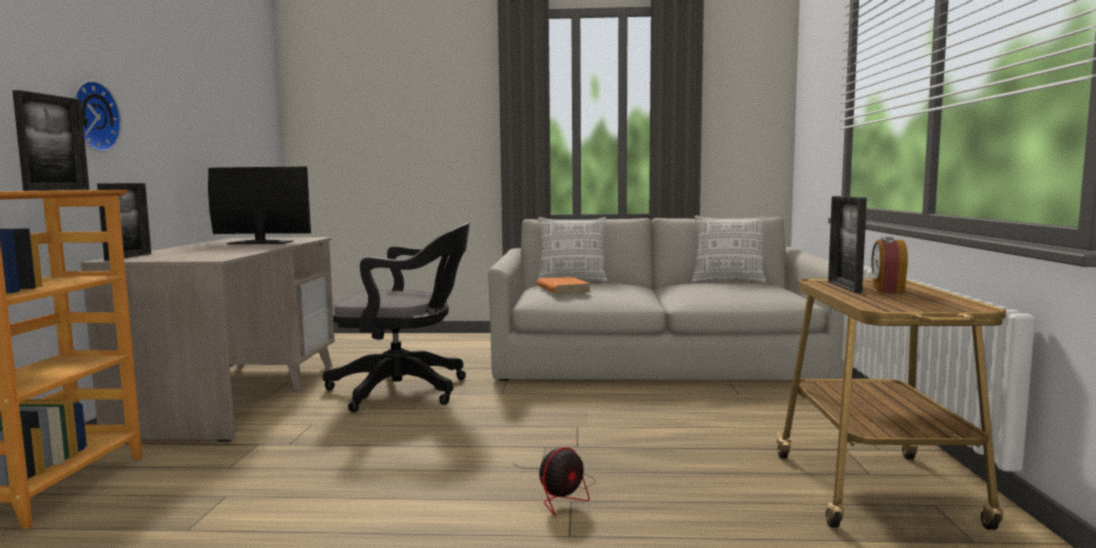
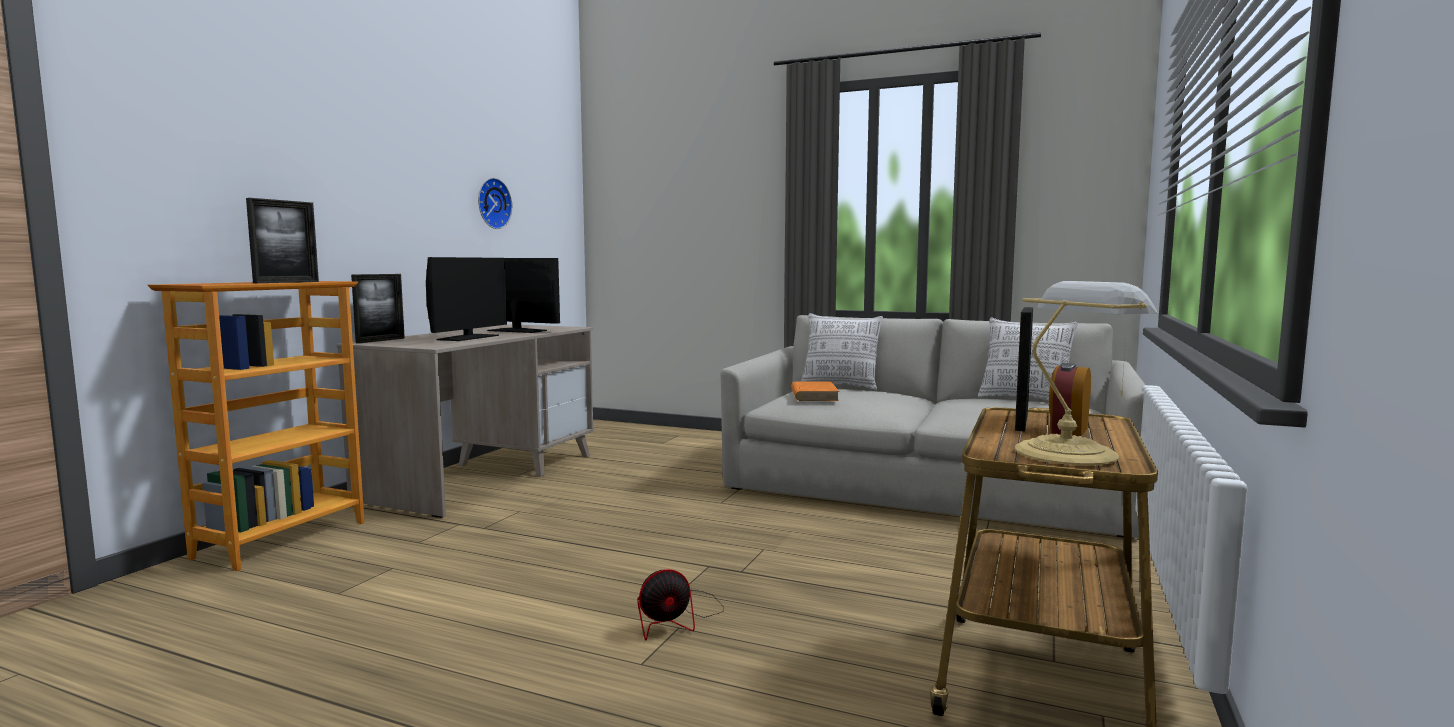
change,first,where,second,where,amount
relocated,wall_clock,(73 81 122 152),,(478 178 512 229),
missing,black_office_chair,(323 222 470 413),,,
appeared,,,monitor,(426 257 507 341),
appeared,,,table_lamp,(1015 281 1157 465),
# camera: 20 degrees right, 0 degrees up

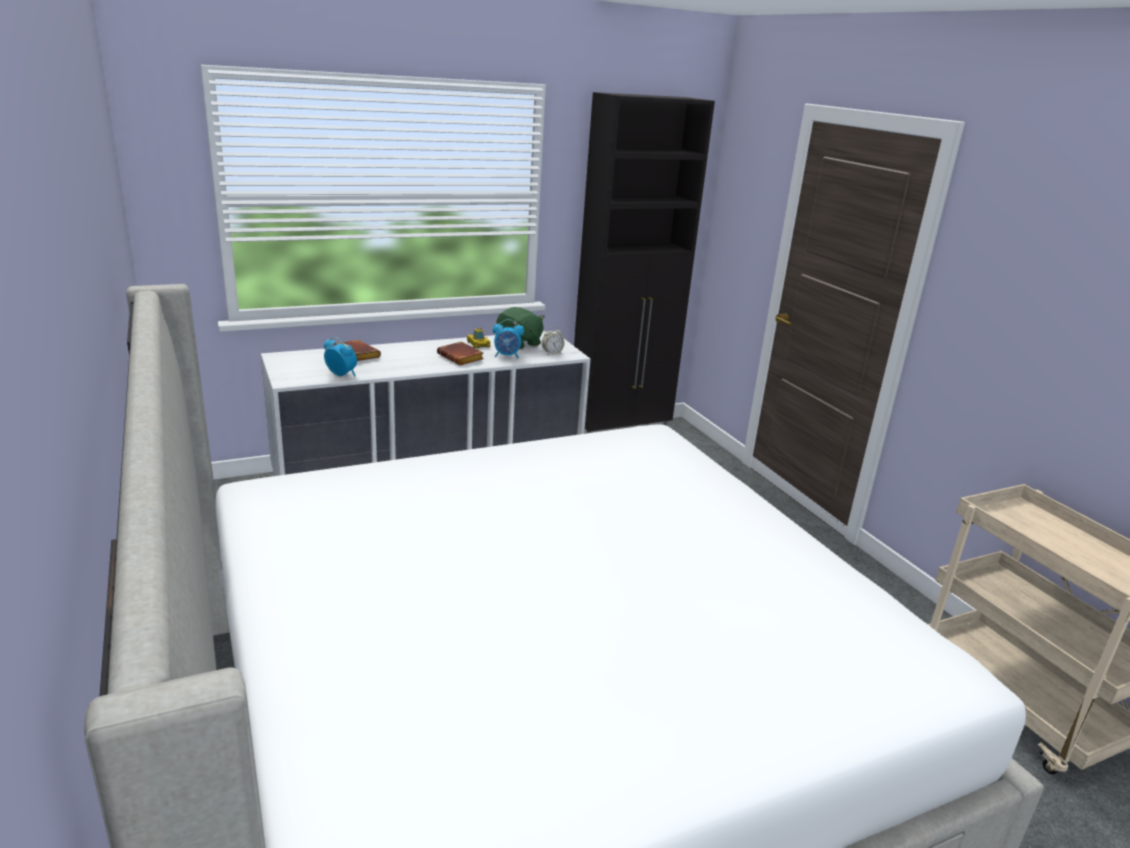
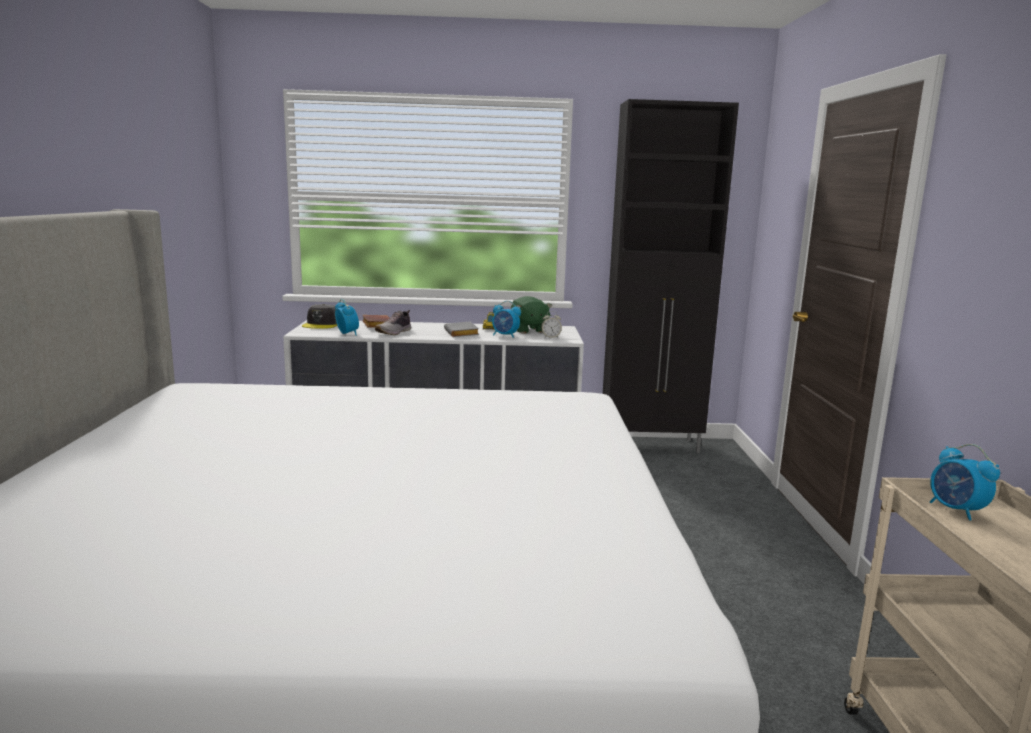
change,first,where,second,where,amount
colour,brown_book,(437 341 484 365),grey_book,(444 322 479 337),
appeared,,,grey_cap,(302 304 338 329),
appeared,,,shoe,(375 310 411 335),
appeared,,,alarm_clock,(930 444 1000 521),
# camera: 25 degrees right, 10 degrees down

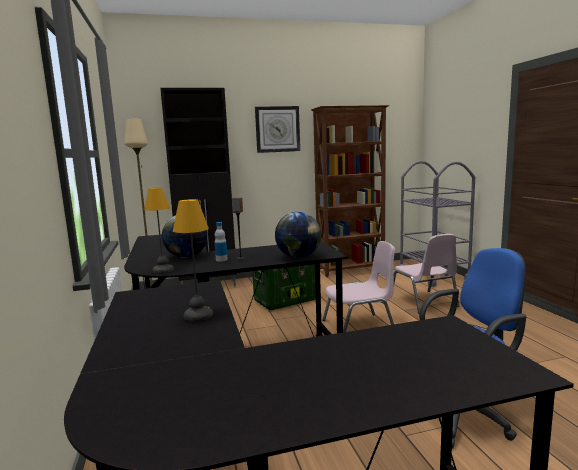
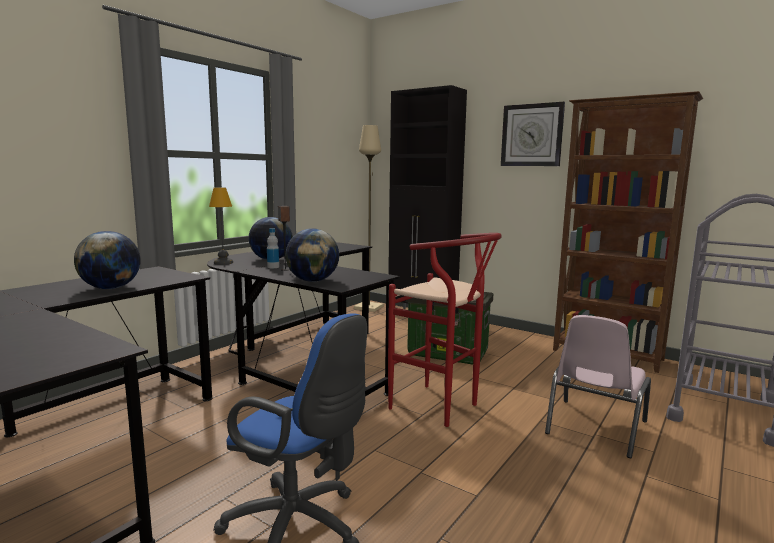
change,first,where,second,where,amount
exchanged,table_lamp,(173 199 213 322),globe,(74 231 141 289),
exchanged,pink_chair,(323 241 395 332),red_stool,(388 233 502 427),
# camera: 50 degrees right, 0 degrees up

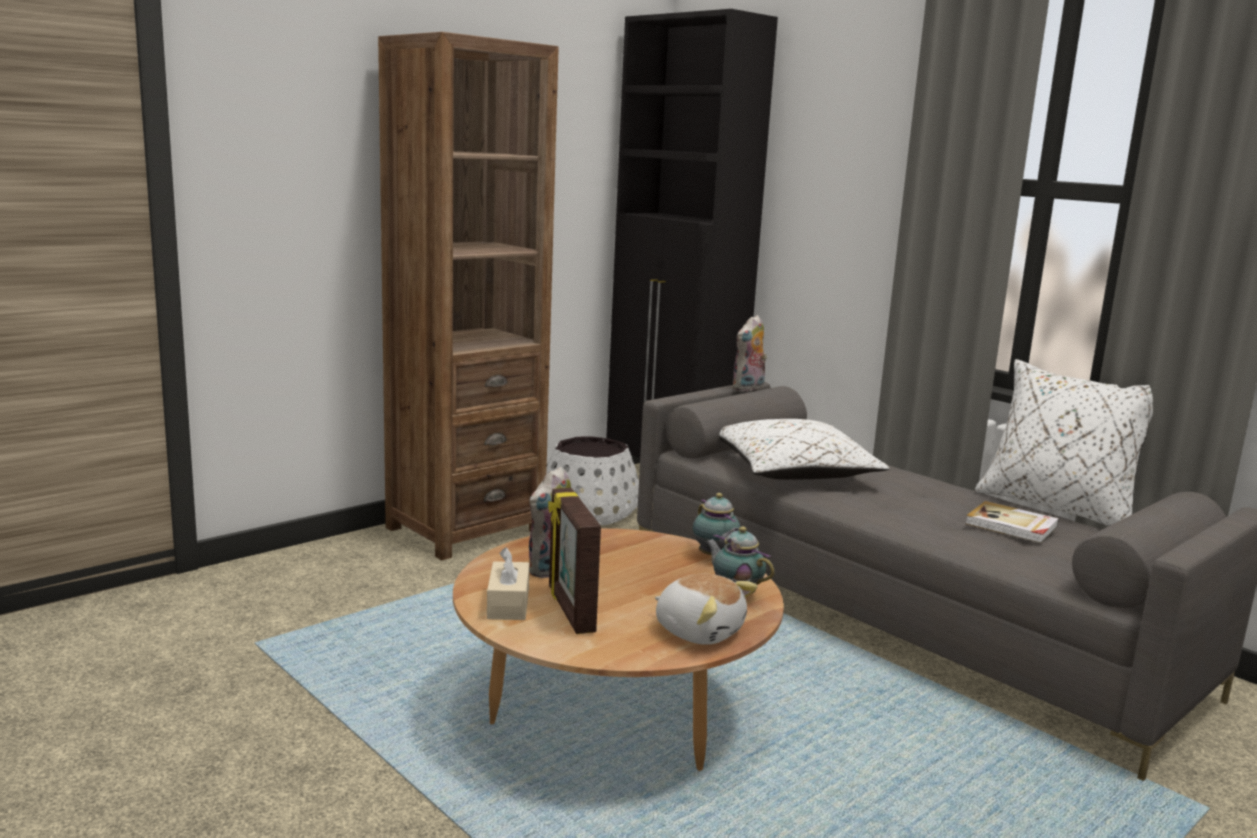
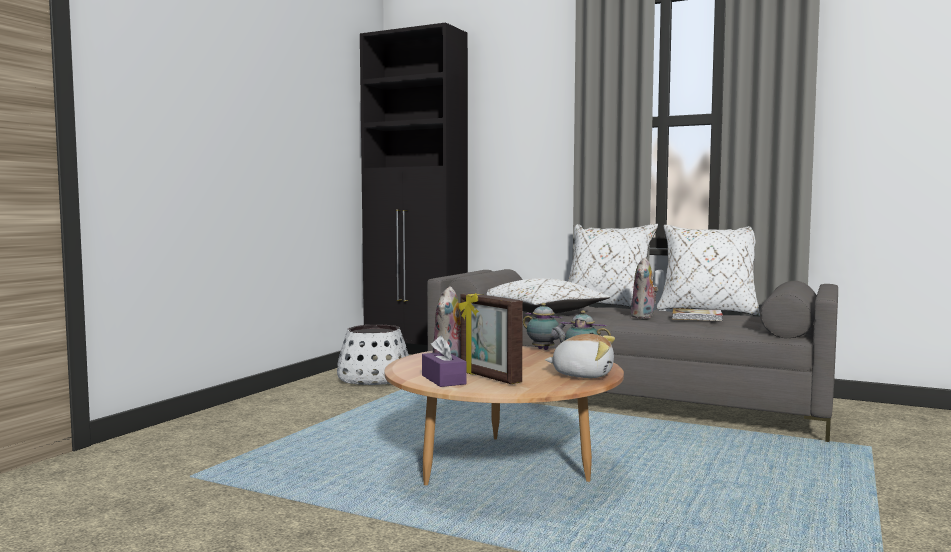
change,first,where,second,where,amount
missing,brown_bookcase,(378 32 559 560),,,
relocated,plush_toy,(733 315 767 391),,(631 257 659 319),
colour,beige_tissue_box,(487 547 530 620),purple_tissue_box,(422 335 467 387),
appeared,,,white_pillow,(568 224 658 307),
# camera: 20 degrees left, 10 degrees down

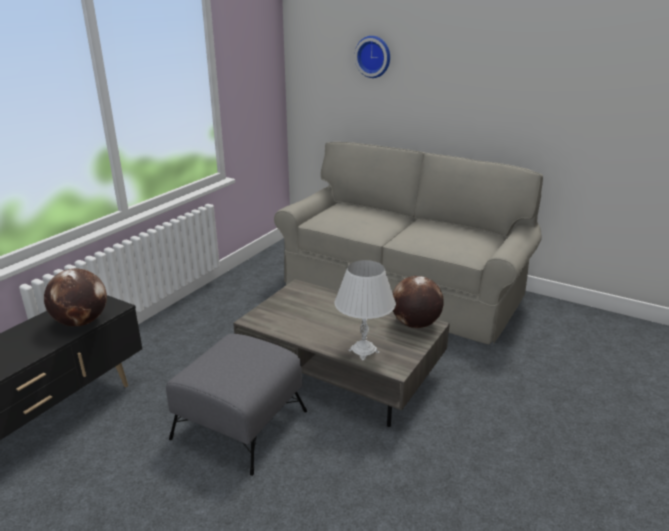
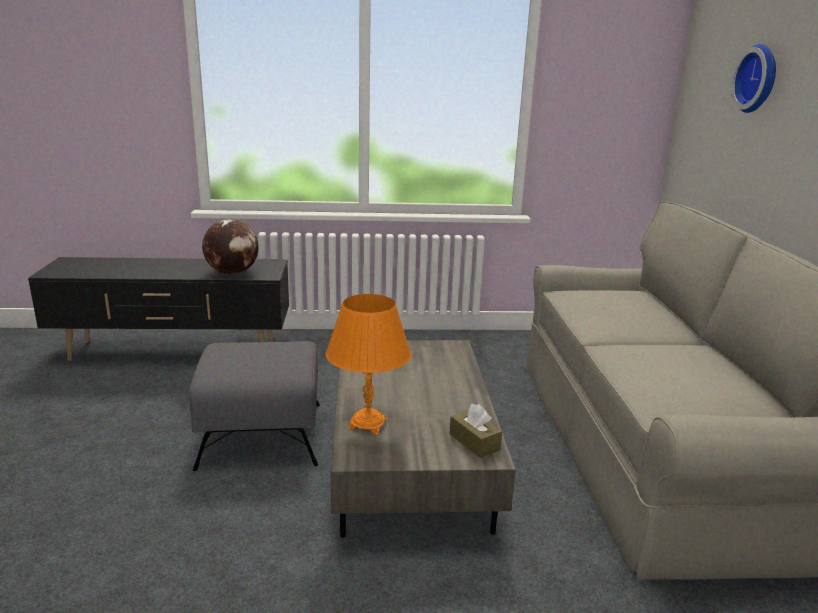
change,first,where,second,where,amount
colour,white_table_lamp,(335 260 396 361),orange_table_lamp,(326 294 411 435),
exchanged,globe,(393 276 443 328),brown_tissue_box,(449 404 502 458),
# camera: 55 degrees right, 5 degrees down

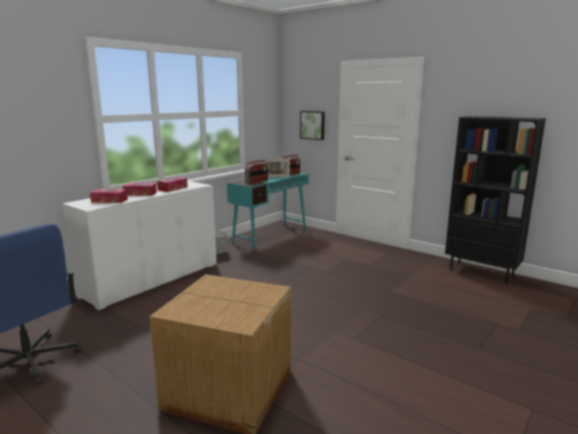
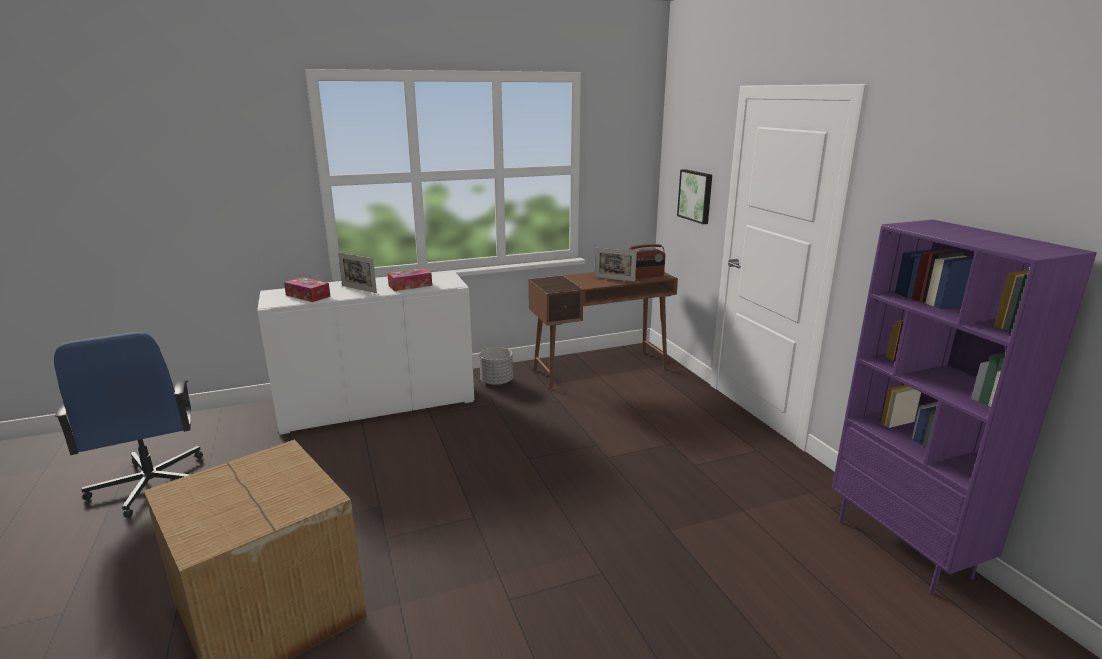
change,first,where,second,where,amount
colour,black_bookcase,(445 116 546 284),purple_bookcase,(832 220 1097 594),
missing,radio,(245 160 268 184),,,
colour,turquoise_desk,(227 173 309 250),brown_desk,(528 272 678 390),
exchanged,tissue_box,(123 183 157 196),picture_frame,(338 252 377 293),
# camera: 30 degrees right, 5 degrees up

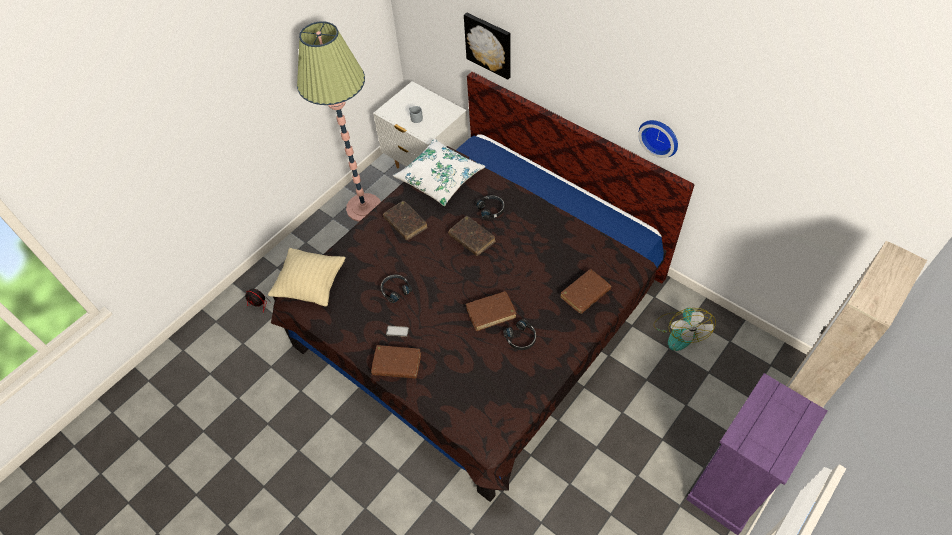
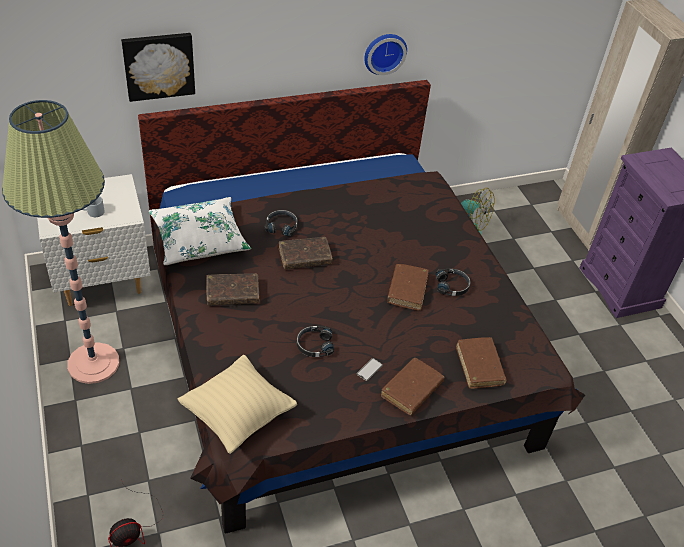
change,first,where,second,where,amount
relocated,brown_book,(561 269 611 314),,(456 337 507 389),
# camera: 65 degrees left, 10 degrees down

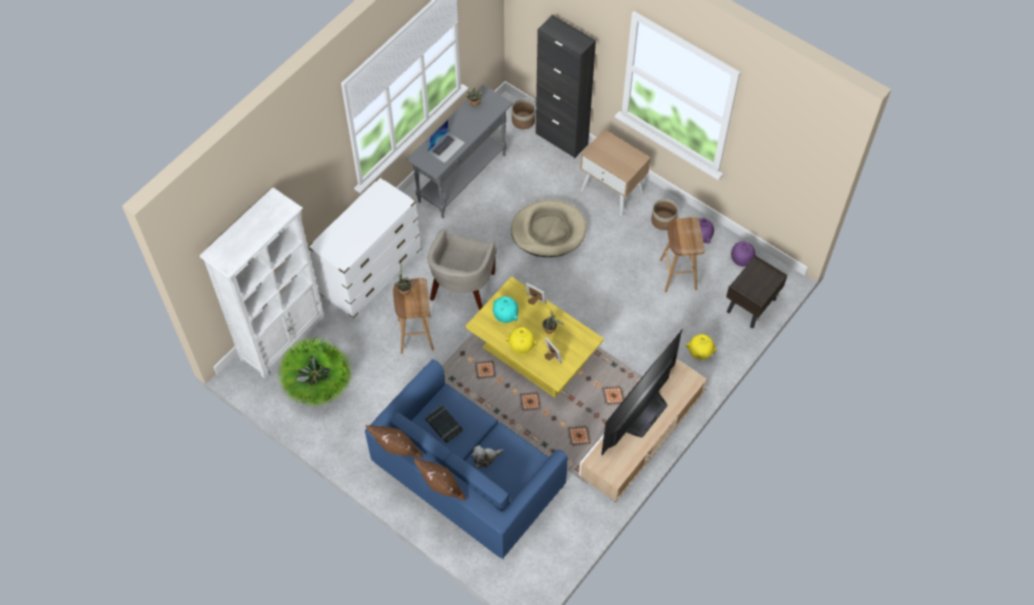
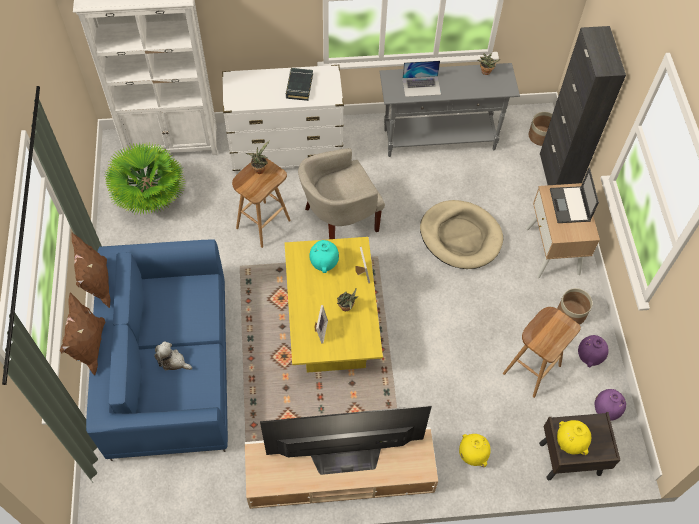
change,first,where,second,where,amount
relocated,yellow_vase,(506 327 537 355),,(557 420 591 455),
relocated,black_book,(425 405 463 443),,(286 68 313 101),
appeared,,,laptop,(550 167 599 223),
# camera: 45 degrees right, 0 degrees up

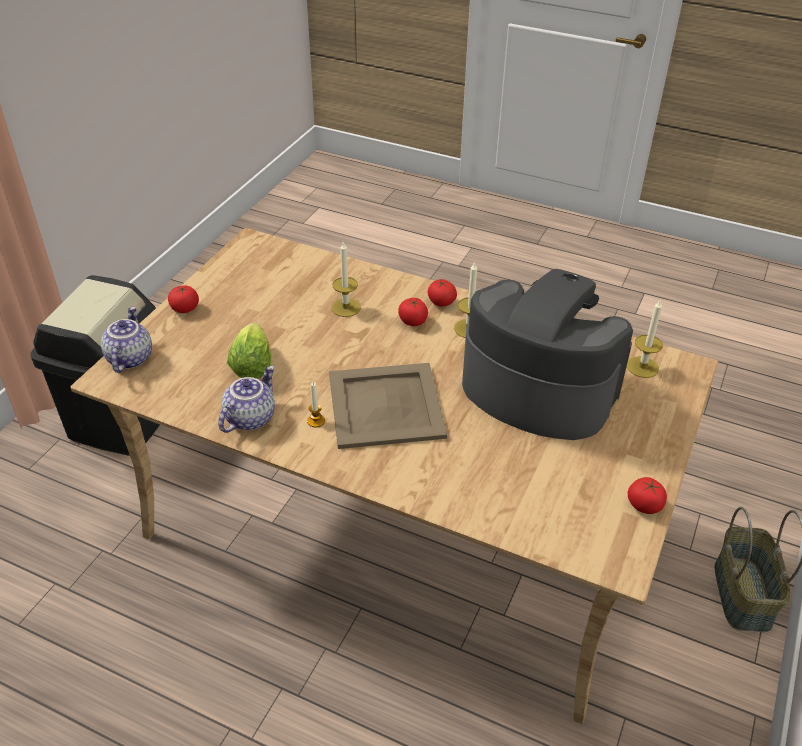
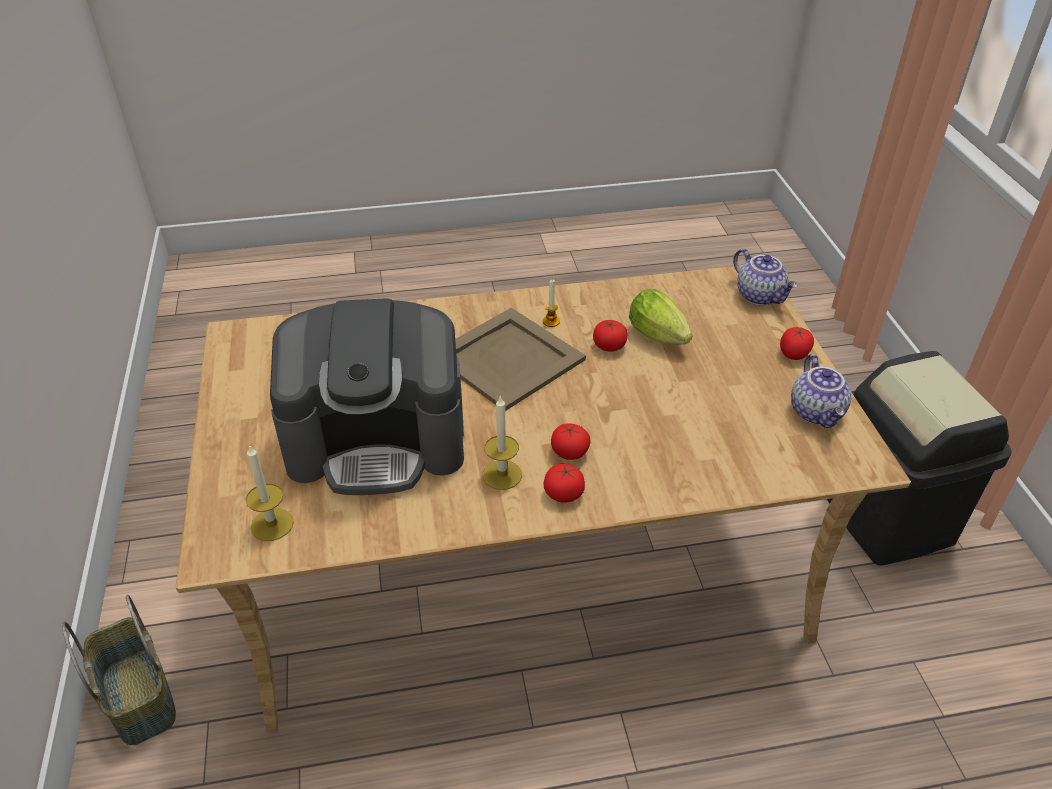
change,first,where,second,where,amount
missing,candle,(331 241 361 317),,,
relocated,teapot,(218 366 275 433),,(791 354 852 428),
relocated,tomato,(628 477 667 514),,(593 320 628 352),
# camera: 145 degrees right, 0 degrees up

